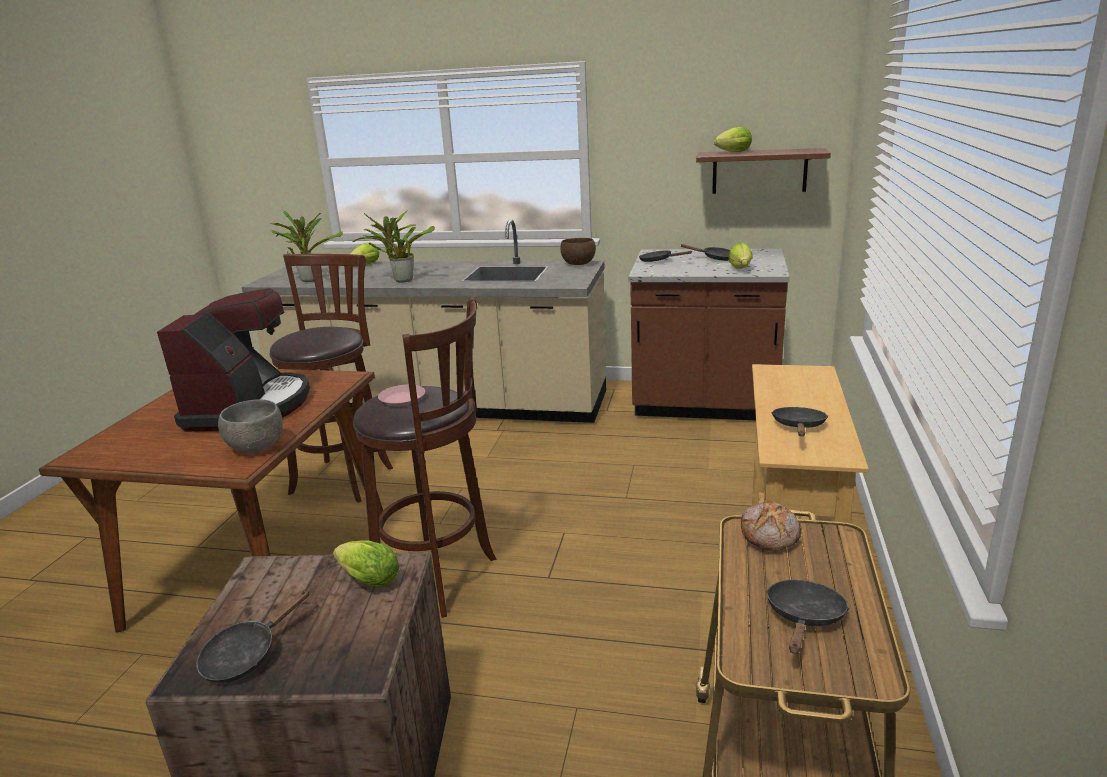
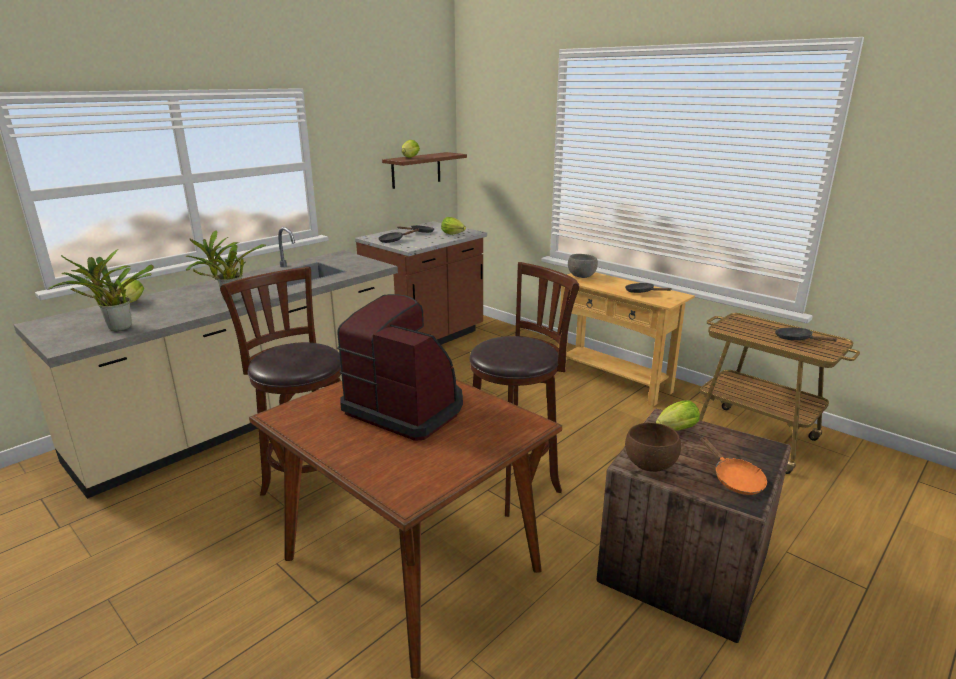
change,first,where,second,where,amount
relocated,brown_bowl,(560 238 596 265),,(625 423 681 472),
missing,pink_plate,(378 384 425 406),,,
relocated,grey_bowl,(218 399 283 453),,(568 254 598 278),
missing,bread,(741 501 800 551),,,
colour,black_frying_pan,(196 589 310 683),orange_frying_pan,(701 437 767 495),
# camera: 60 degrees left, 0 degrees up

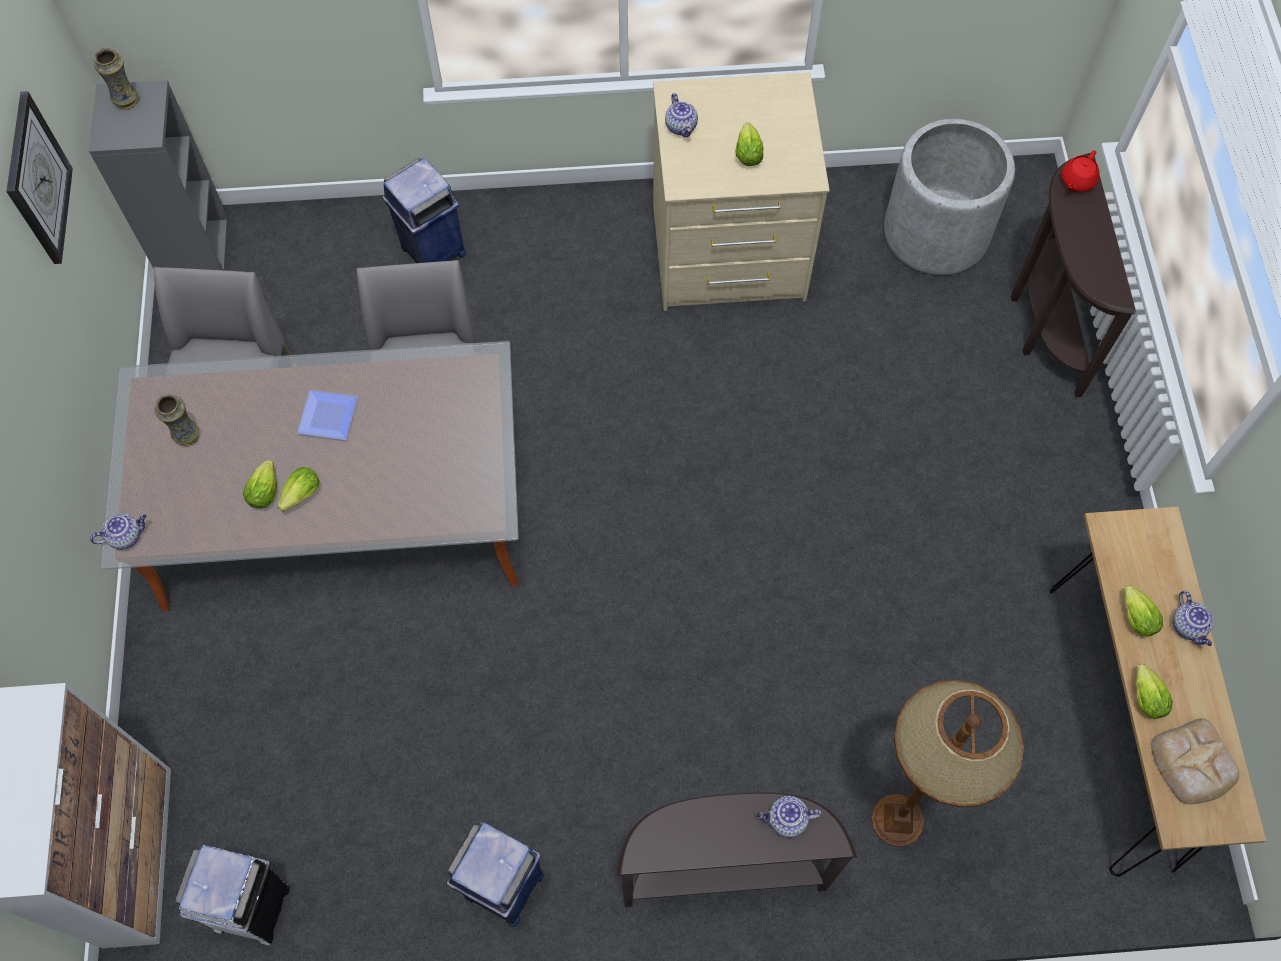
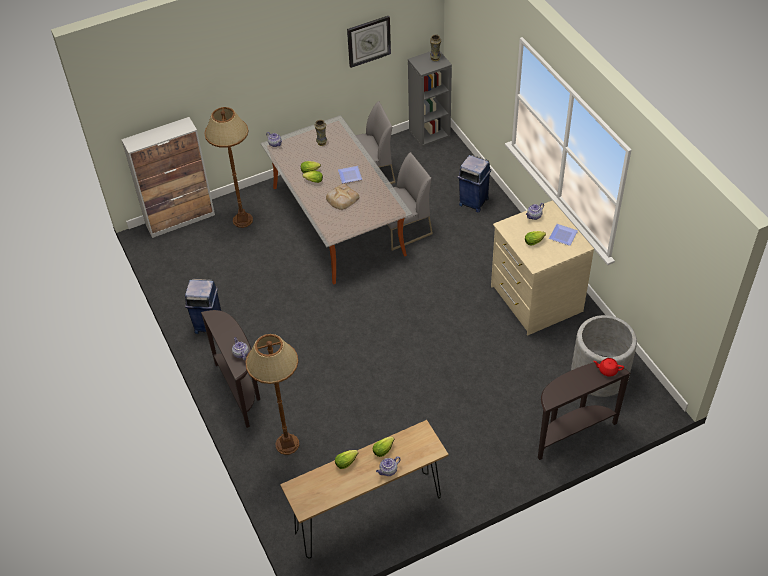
change,first,where,second,where,amount
relocated,bread,(1151 718 1239 804),,(326 184 359 210),
missing,white_trash_can,(175 845 289 945),,,
appeared,,,brown_floor_lamp,(204 107 253 228),
appeared,,,plate,(549 224 578 246),
# camera: 70 degrees right, 15 degrees down

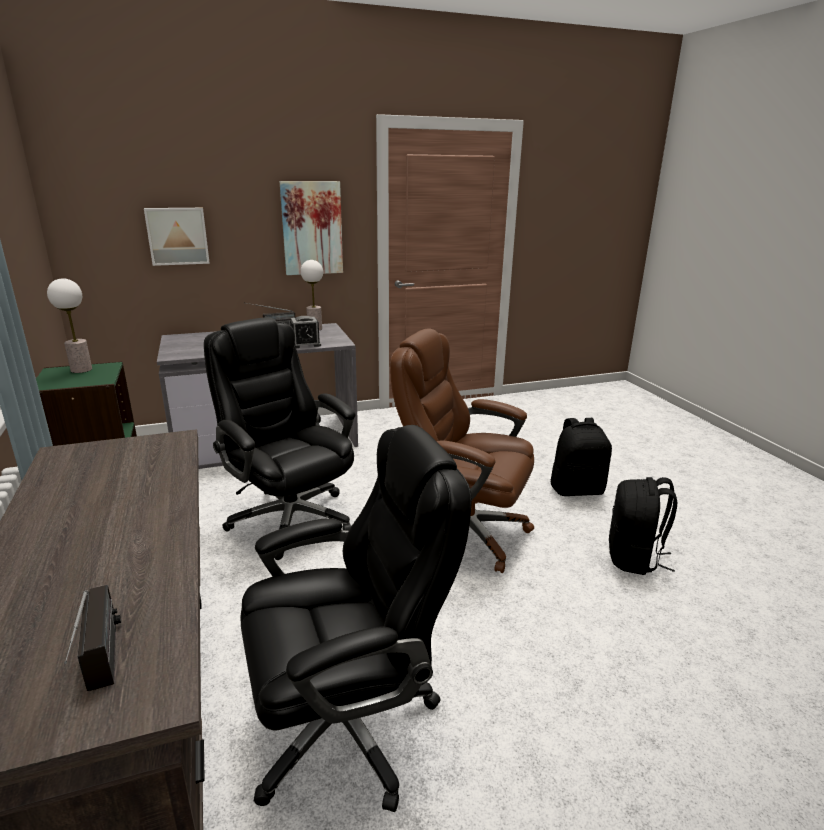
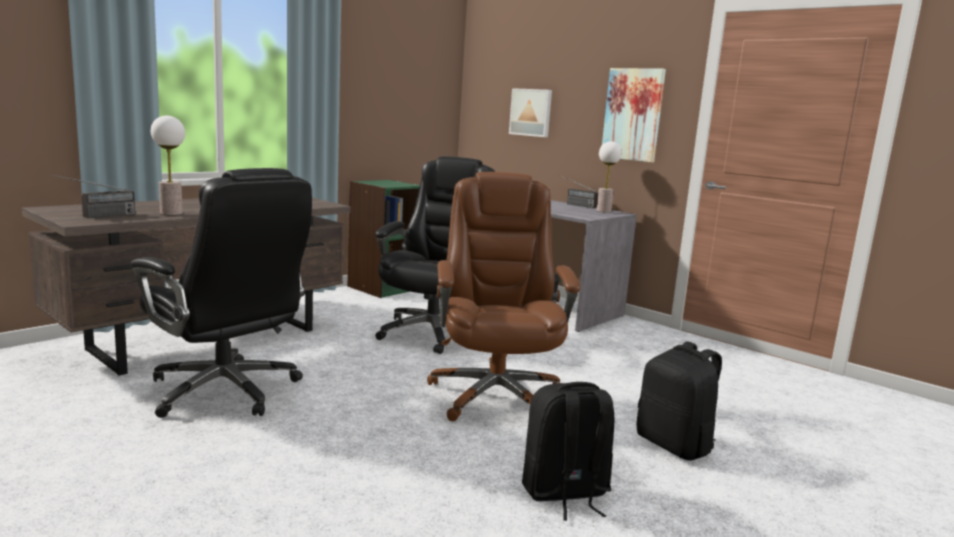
change,first,where,second,where,amount
relocated,table_lamp,(47 278 92 373),,(151 116 185 215),
missing,alarm_clock,(290 316 321 348),,,
# camera: 60 degrees right, 10 degrees down

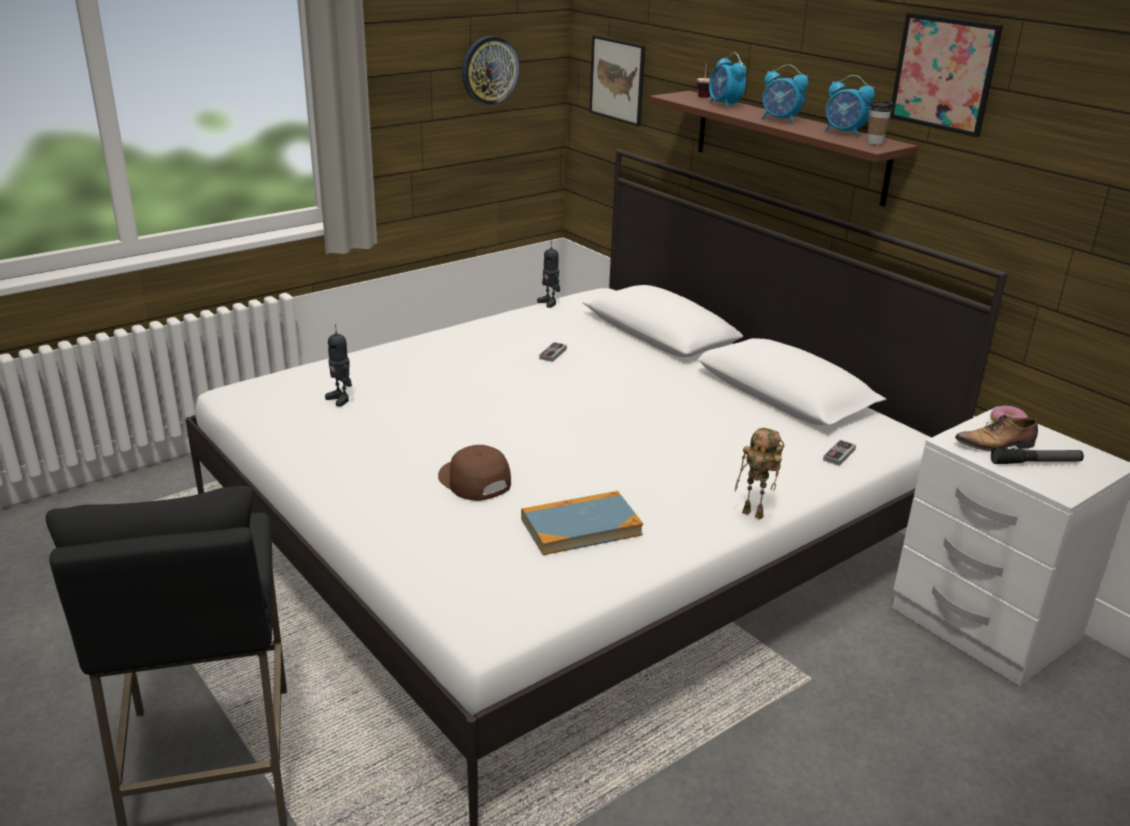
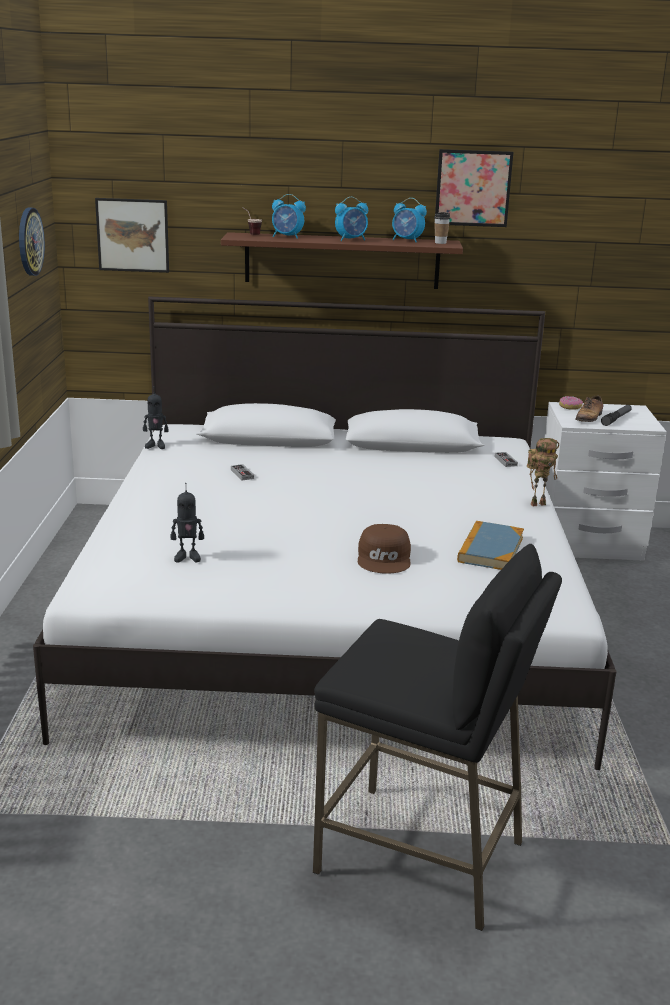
change,first,where,second,where,amount
spun,alarm_clock,(824 75 875 137),,(392 198 427 242),45 degrees clockwise
spun,brown_cap,(438 445 511 501),,(358 524 411 574),90 degrees counterclockwise
# camera: 50 degrees left, 5 degrees down

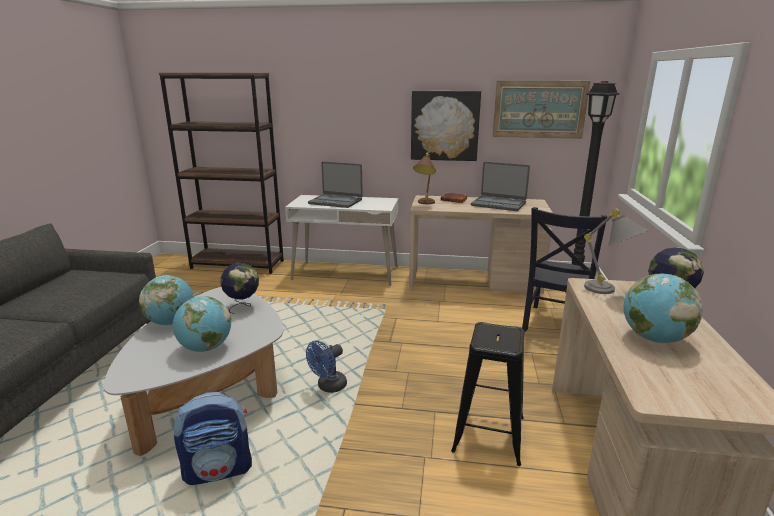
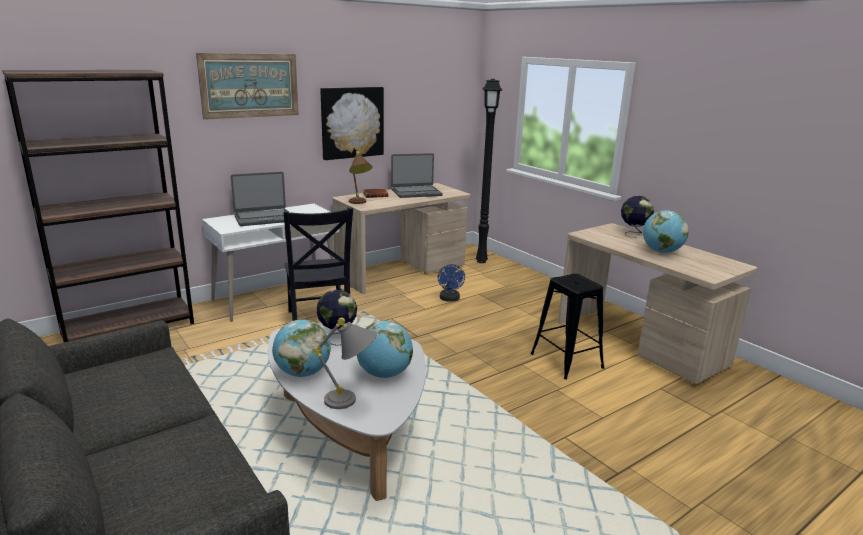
change,first,where,second,where,amount
relocated,picture,(492 81 590 139),,(196 53 299 120),
relocated,black_chair,(522 207 607 332),,(283 207 353 321),
relocated,grey_table_lamp,(584 209 649 294),,(312 317 377 409),
relocated,blue_fan,(306 341 347 393),,(438 264 465 302),
missing,backpack,(174 392 252 485),,,
# camera: 45 degrees left, 0 degrees up

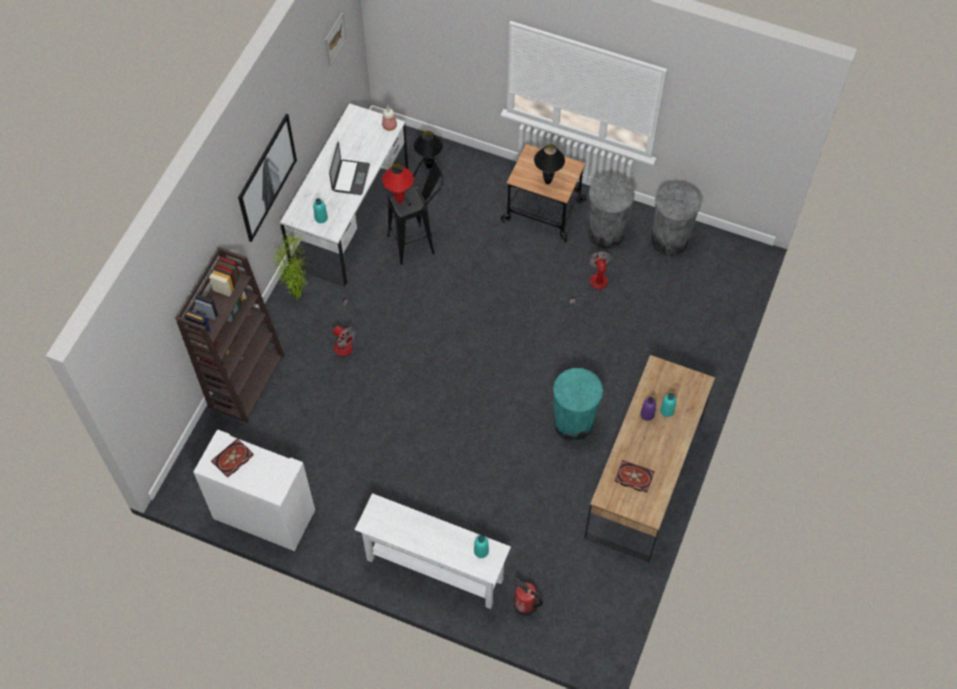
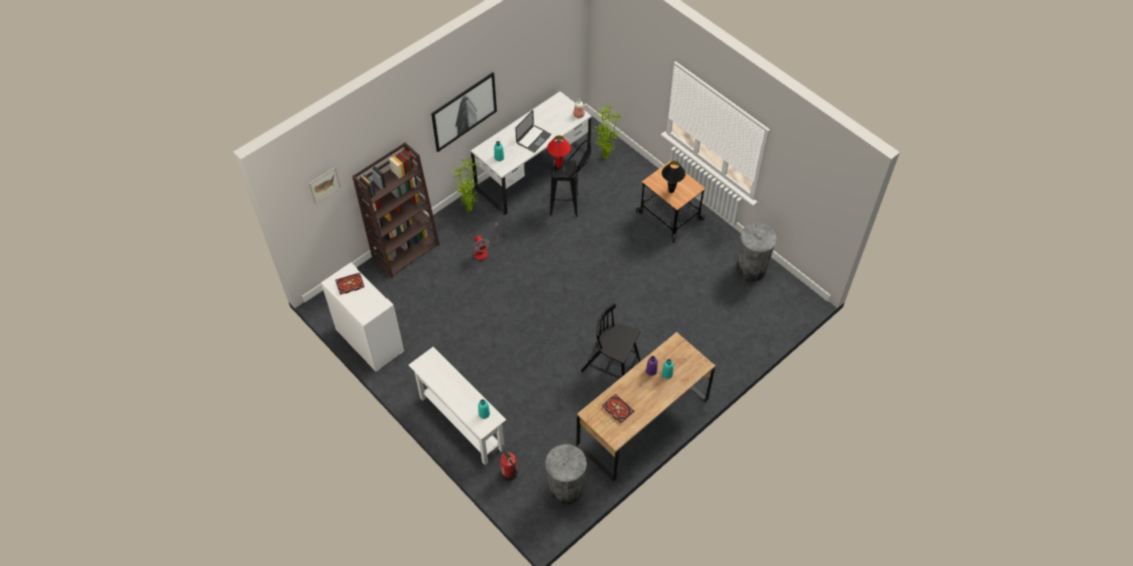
change,first,where,second,where,amount
relocated,picture,(325 13 346 66),,(309 167 341 204),
exchanged,black_table_lamp,(414 131 443 169),potted_plant,(594 104 623 159),
relocated,grey_trash_can,(588 175 635 249),,(545 444 587 505),
missing,fan,(570 251 611 303),,,
exchanged,turquoise_trash_can,(553 368 603 441),black_chair,(581 303 640 379),
# camera: 25 degrees right, 5 degrees down

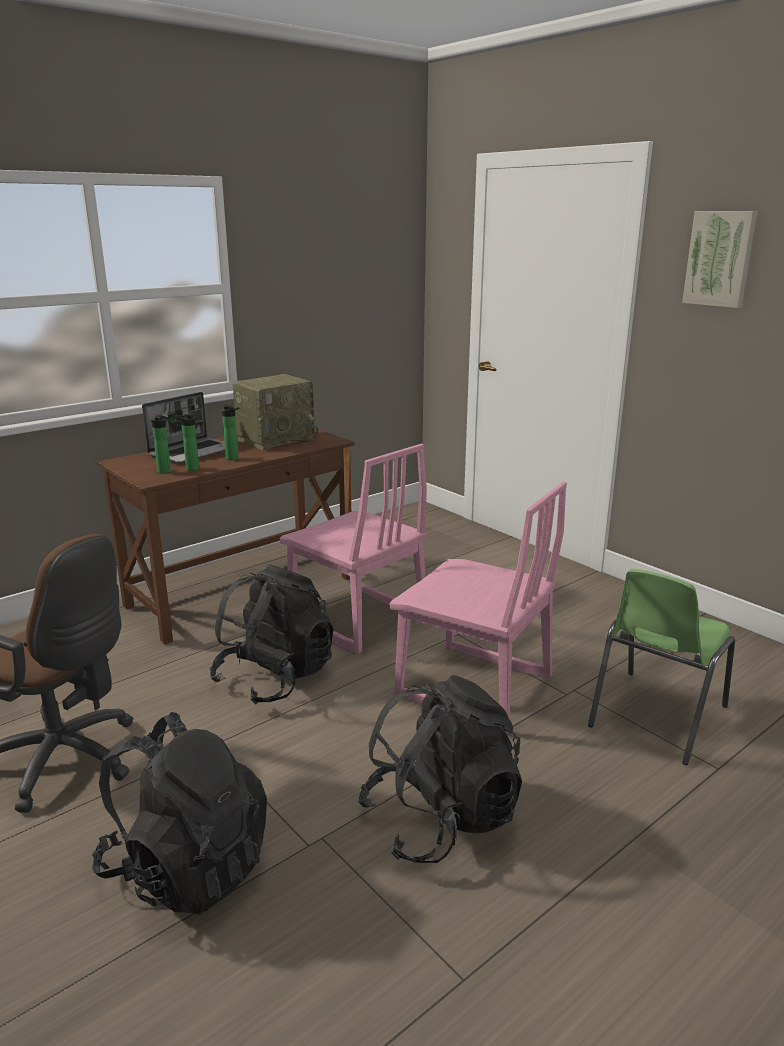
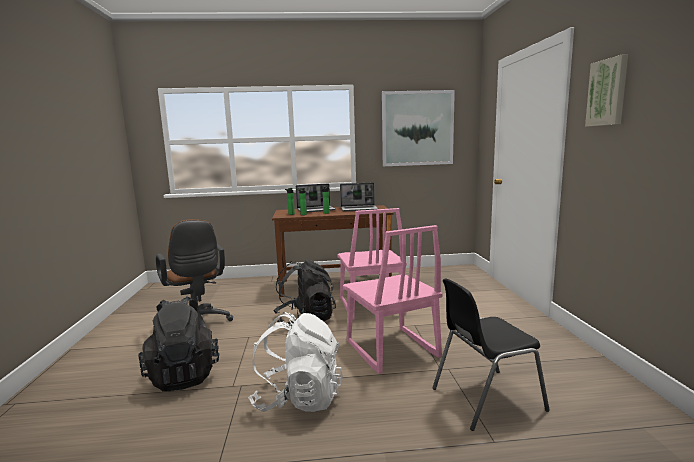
change,first,where,second,where,amount
exchanged,radio,(232 374 318 451),laptop,(340 183 378 211),
colour,green_chair,(588 569 735 765),black_chair,(432 278 550 431),
colour,black_backpack,(358 675 522 863),white_backpack,(248 312 343 412),
appeared,,,picture,(382 90 455 166),
# camera: 35 degrees right, 10 degrees down

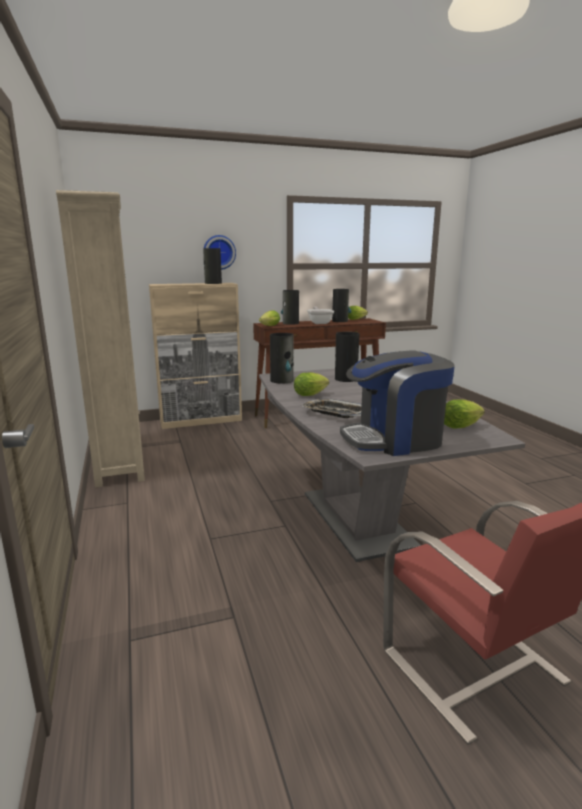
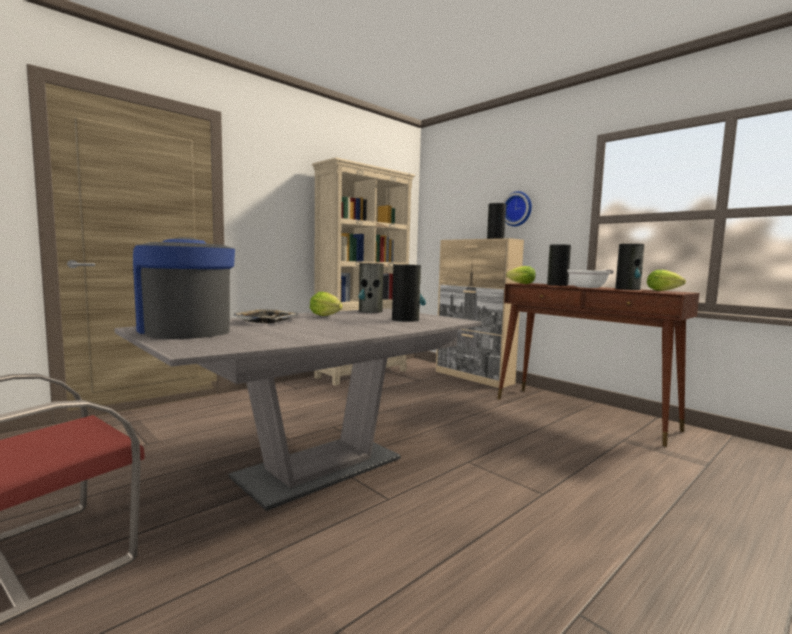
change,first,where,second,where,amount
missing,lettuce,(444 400 485 428),,,
# camera: 65 degrees right, 10 degrees down

